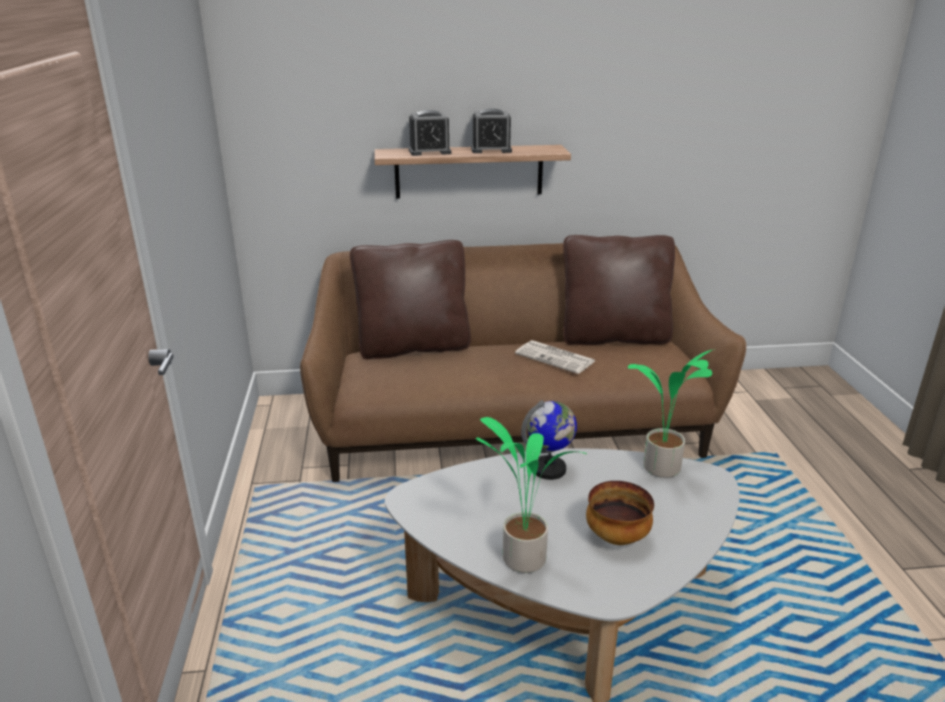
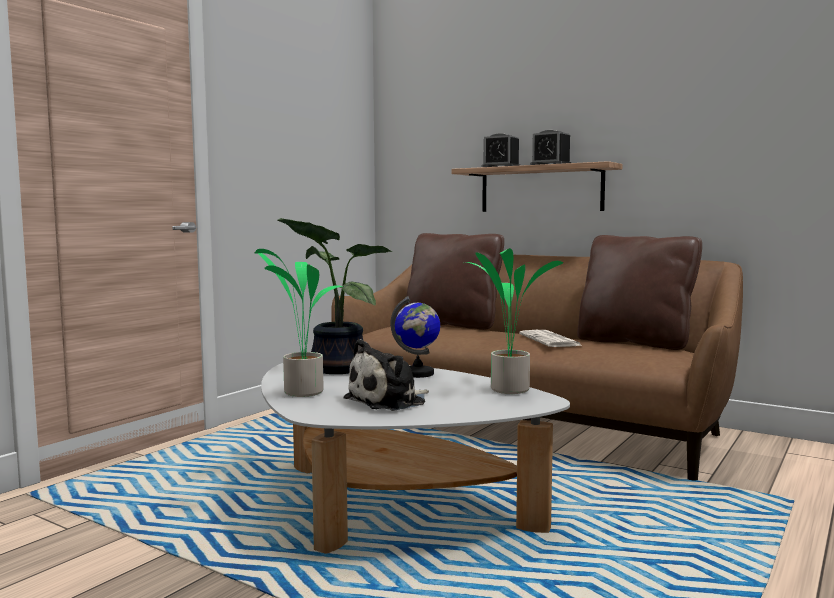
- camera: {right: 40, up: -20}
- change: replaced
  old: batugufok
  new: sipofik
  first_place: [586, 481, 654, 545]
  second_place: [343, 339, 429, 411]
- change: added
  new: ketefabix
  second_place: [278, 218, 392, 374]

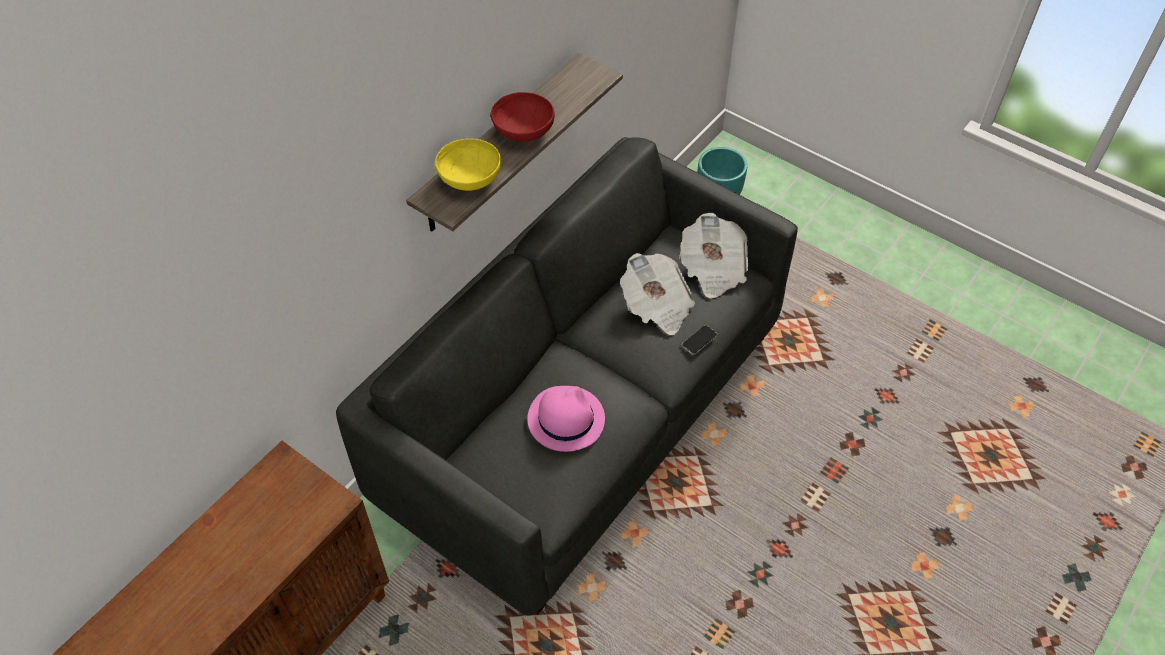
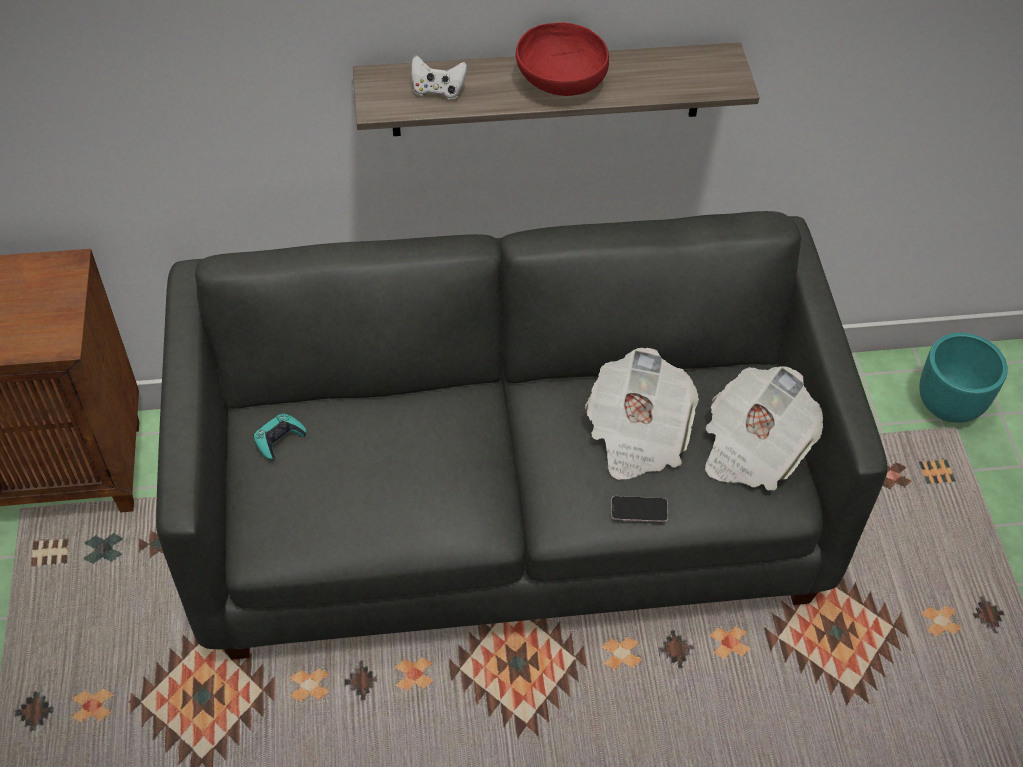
- camera: {right: 45, up: 0}
- change: replaced
  old: yellow batugufok
  new: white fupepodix
  first_place: [435, 139, 501, 191]
  second_place: [411, 55, 467, 100]
- change: removed
  old: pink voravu
  first_place: [527, 386, 605, 452]
- change: added
  new: turquoise fupepodix
  second_place: [253, 413, 307, 460]

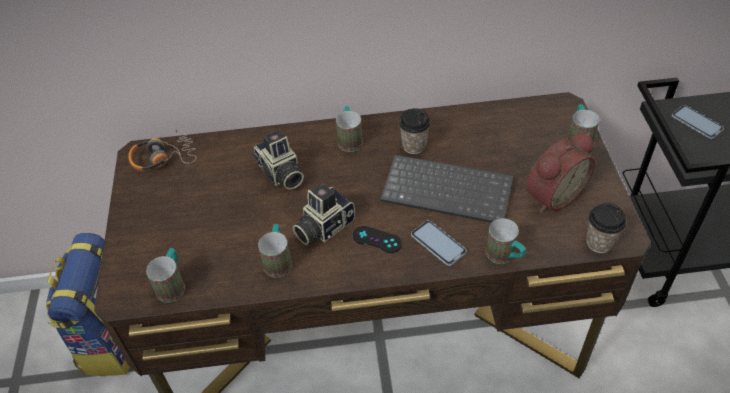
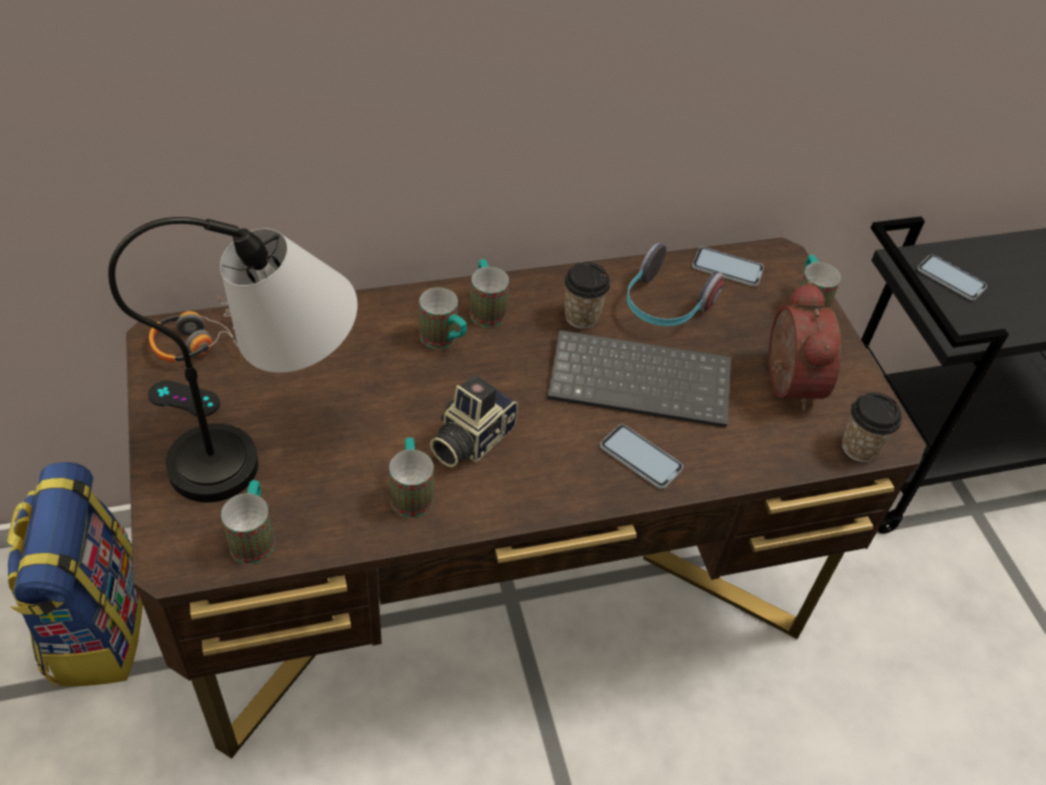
- camera: {right: -15, up: 0}
- change: removed
  old: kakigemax
  first_place: [253, 130, 304, 190]
- change: moved
  old: black fupepodix
  first_place: [353, 226, 402, 253]
  second_place: [148, 380, 220, 416]
- change: moved
  old: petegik
  first_place: [486, 218, 526, 264]
  second_place: [419, 287, 467, 349]
- change: turned
  old: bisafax
  first_place: [526, 132, 595, 213]
  second_place: [768, 281, 841, 411]
  degrees: -45
- change: added
  new: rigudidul
  second_place: [108, 217, 357, 503]
- change: added
  new: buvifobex
  second_place: [627, 243, 724, 326]
- change: added
  new: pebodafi
  second_place: [692, 247, 764, 287]

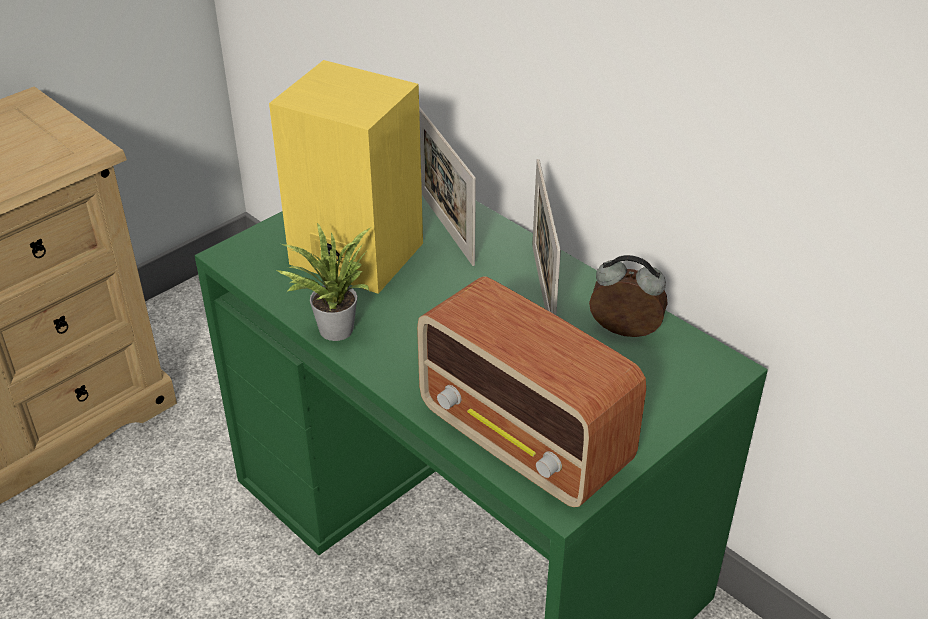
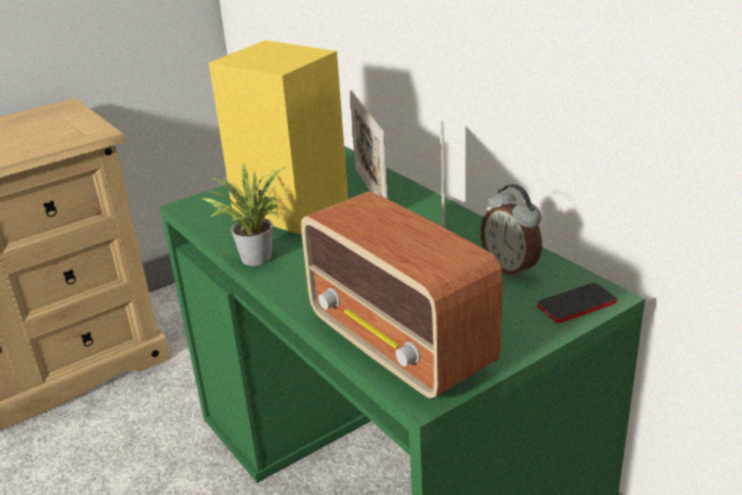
- camera: {right: 10, up: -10}
- change: turned
  old: bisafax
  first_place: [589, 255, 668, 337]
  second_place: [481, 184, 542, 279]
  degrees: -150
- change: added
  new: pebodafi
  second_place: [537, 283, 617, 323]

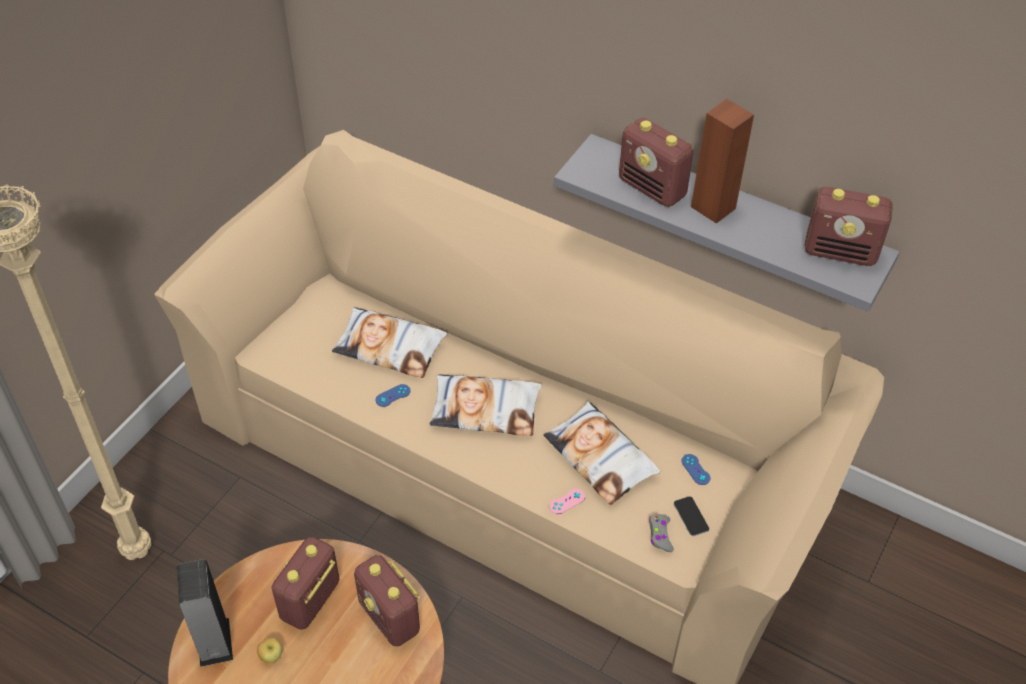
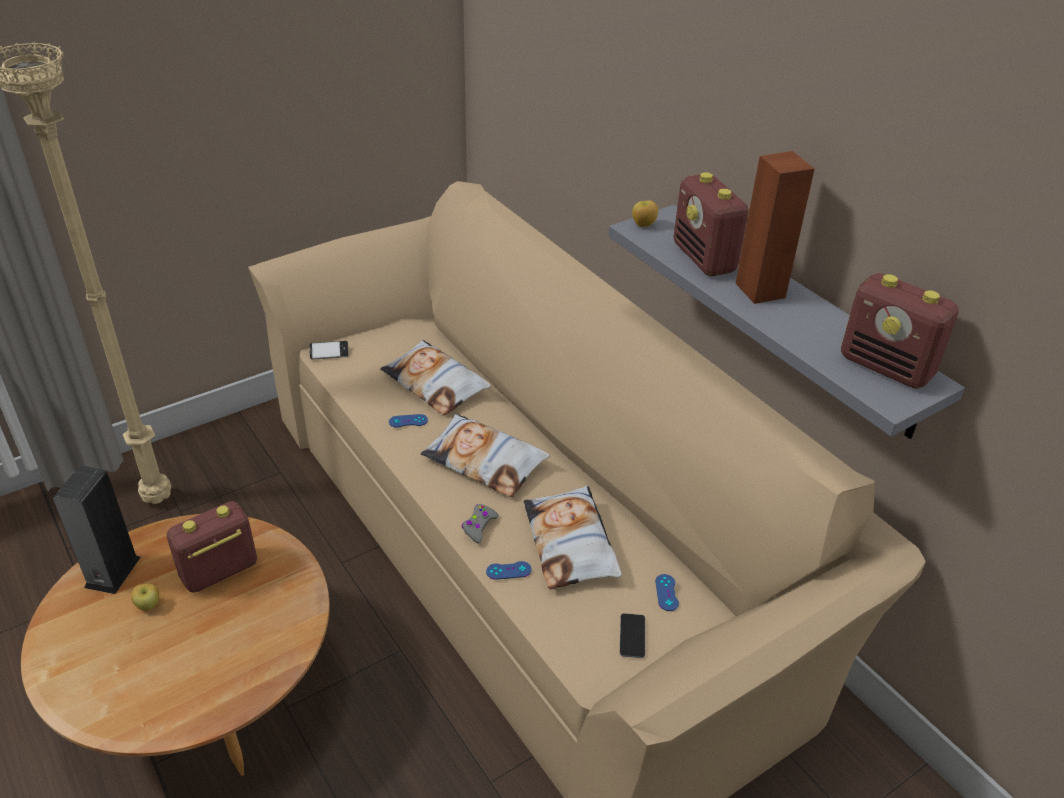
- camera: {right: 25, up: -10}
- change: removed
  old: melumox
  first_place: [354, 555, 421, 647]
- change: recoloured
  old: pink fupepodix
  new: blue fupepodix
  first_place: [549, 489, 585, 514]
  second_place: [486, 561, 531, 580]
- change: moved
  old: grey fupepodix
  first_place: [649, 514, 674, 552]
  second_place: [462, 504, 499, 544]
- change: added
  new: pebodafi
  second_place: [309, 341, 349, 360]
- change: added
  new: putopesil
  second_place: [632, 200, 658, 227]

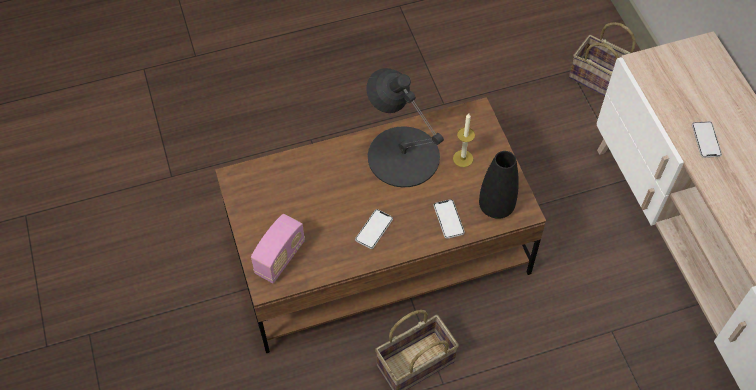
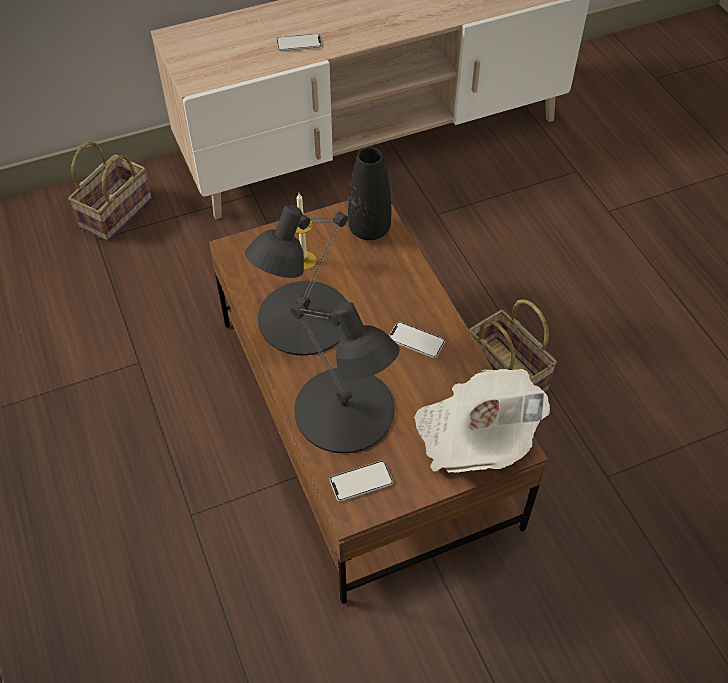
- camera: {right: -95, up: -5}
- change: replaced
  old: melumox
  new: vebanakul
  first_place: [251, 214, 305, 283]
  second_place: [414, 369, 550, 473]
- change: moved
  old: pebodafi
  first_place: [433, 199, 465, 239]
  second_place: [329, 461, 393, 502]
- change: added
  new: black rigudidul
  second_place: [290, 302, 400, 454]

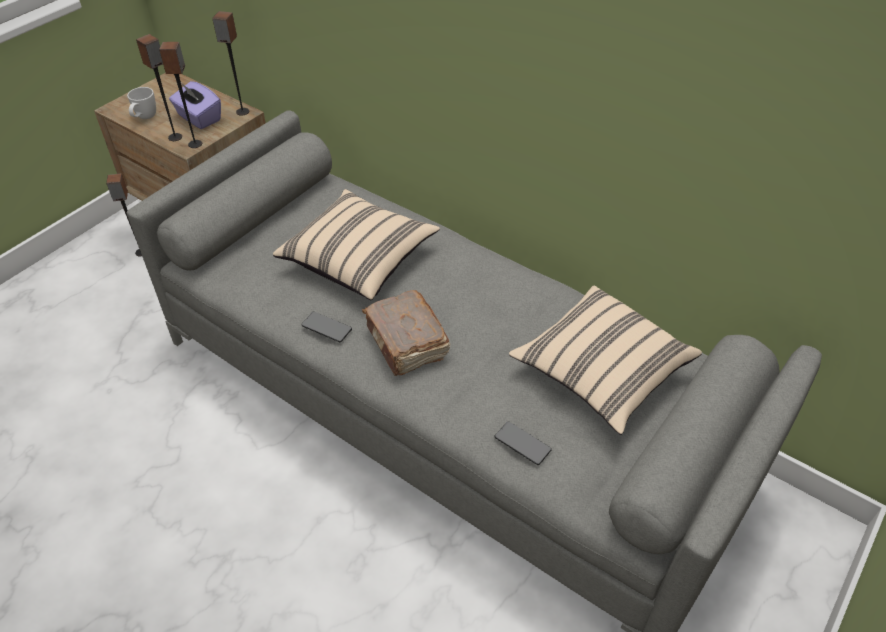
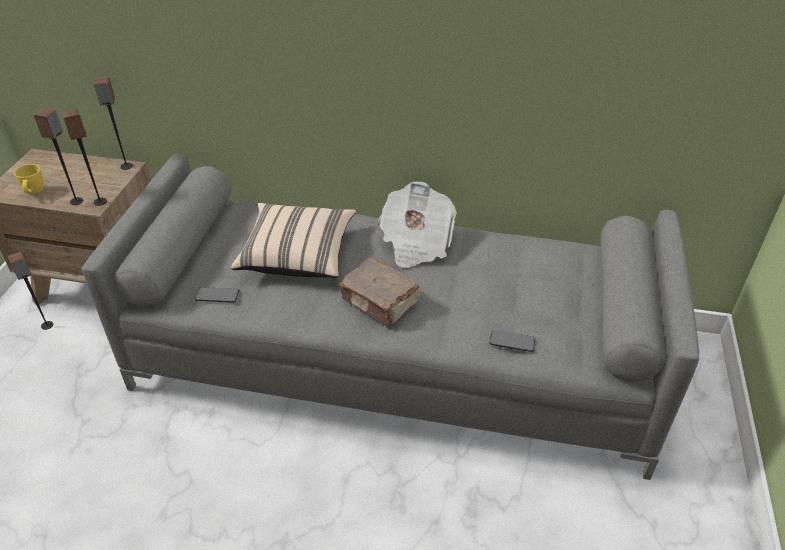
- camera: {right: -25, up: -5}
- change: recoloured
  old: white petegik
  new: yellow petegik
  first_place: [127, 87, 156, 119]
  second_place: [14, 164, 44, 194]
- change: removed
  old: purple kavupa
  first_place: [169, 81, 221, 129]
- change: moved
  old: pebodafi
  first_place: [301, 312, 352, 342]
  second_place: [195, 287, 239, 303]
- change: removed
  old: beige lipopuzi
  first_place: [509, 286, 702, 435]
- change: added
  new: vebanakul
  second_place: [378, 181, 457, 268]

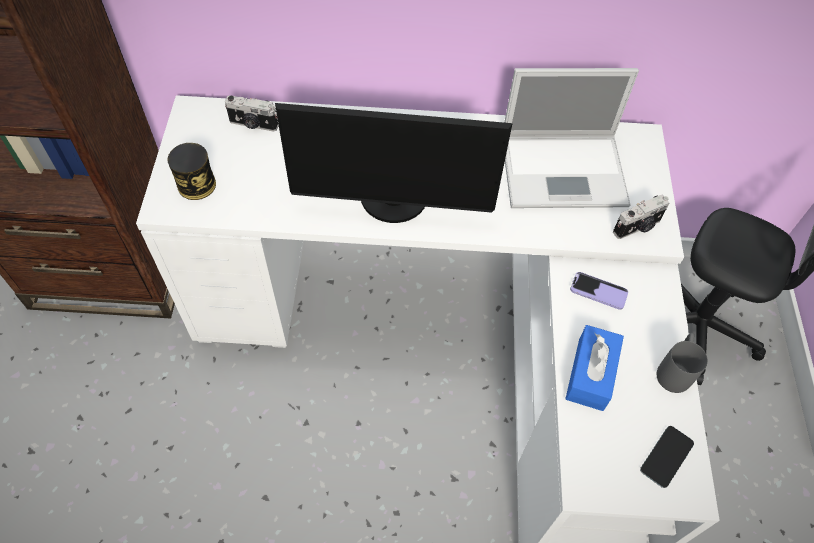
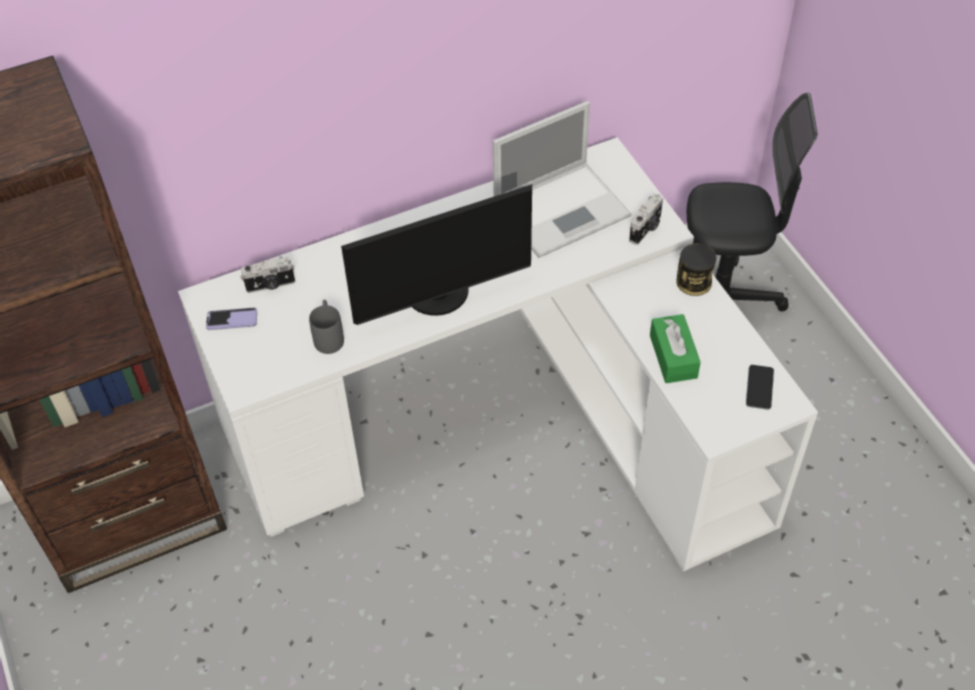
- camera: {right: -25, up: -5}
- change: moved
  old: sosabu
  first_place: [168, 143, 216, 200]
  second_place: [676, 243, 717, 296]
- change: recoloured
  old: blue kavupa
  new: green kavupa
  first_place: [565, 325, 624, 411]
  second_place: [650, 314, 701, 383]
- change: moved
  old: pebodafi
  first_place: [570, 272, 628, 310]
  second_place: [206, 308, 257, 330]
- change: moved
  old: grey petegik
  first_place: [656, 333, 708, 393]
  second_place: [309, 300, 344, 354]

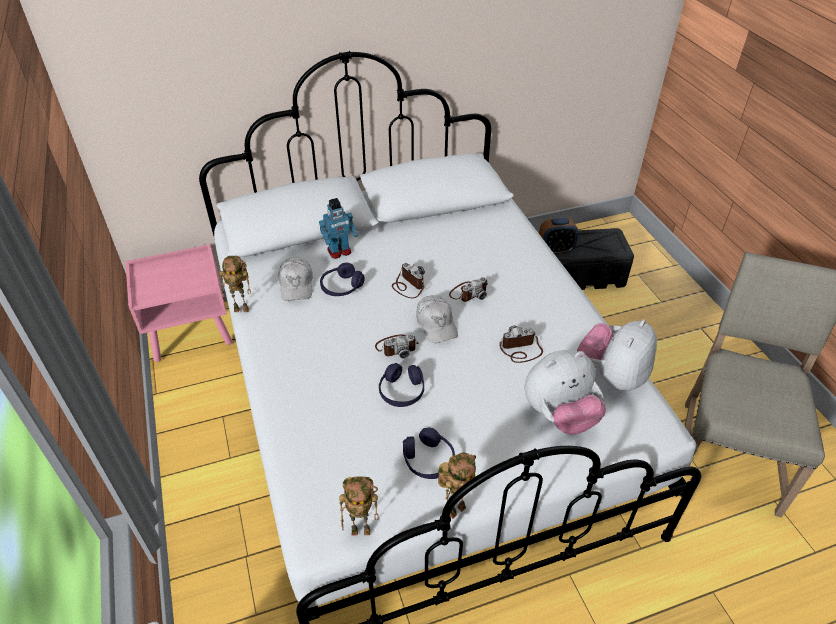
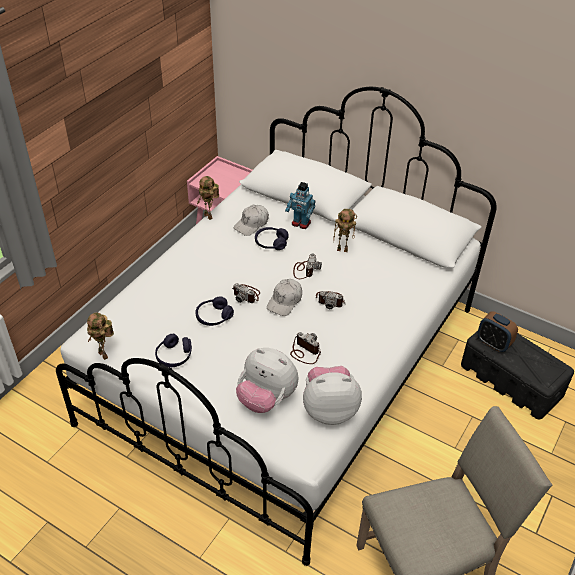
- camera: {right: 50, up: 0}
- change: moved
  old: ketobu
  first_place: [438, 453, 476, 519]
  second_place: [333, 209, 357, 252]

